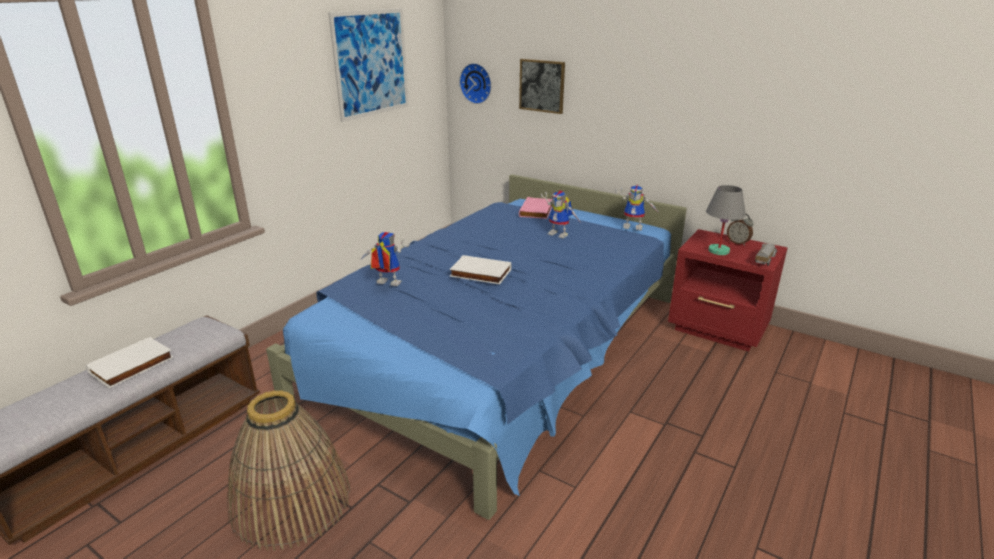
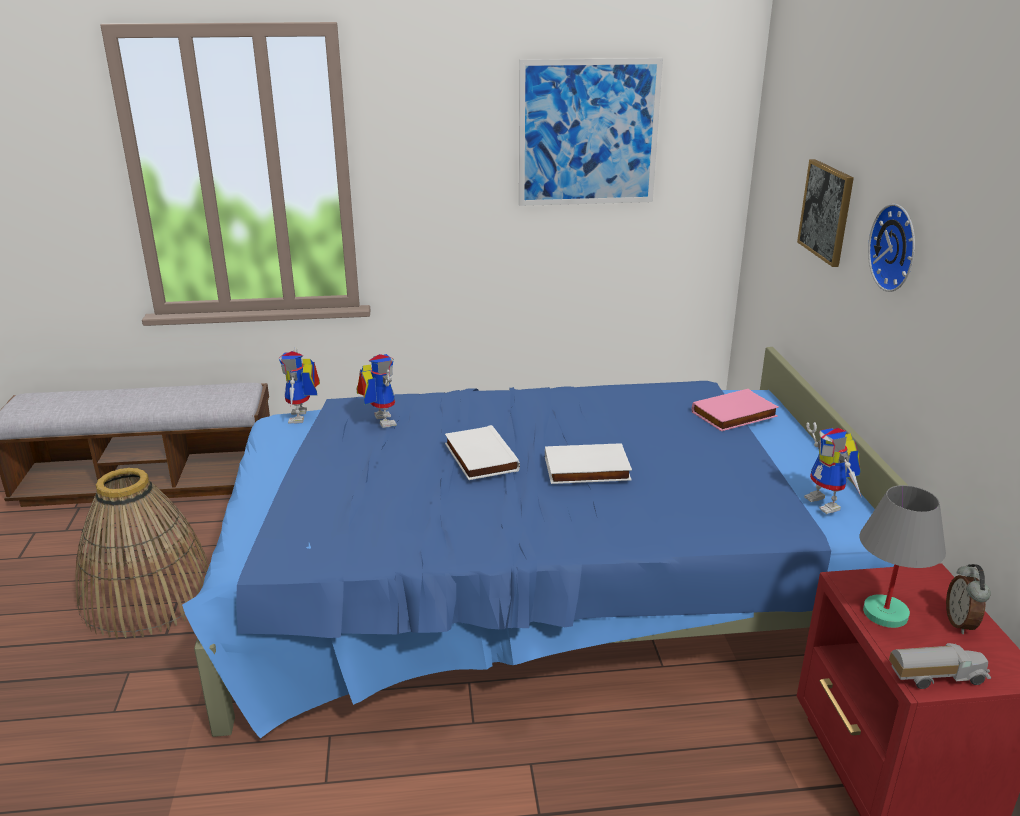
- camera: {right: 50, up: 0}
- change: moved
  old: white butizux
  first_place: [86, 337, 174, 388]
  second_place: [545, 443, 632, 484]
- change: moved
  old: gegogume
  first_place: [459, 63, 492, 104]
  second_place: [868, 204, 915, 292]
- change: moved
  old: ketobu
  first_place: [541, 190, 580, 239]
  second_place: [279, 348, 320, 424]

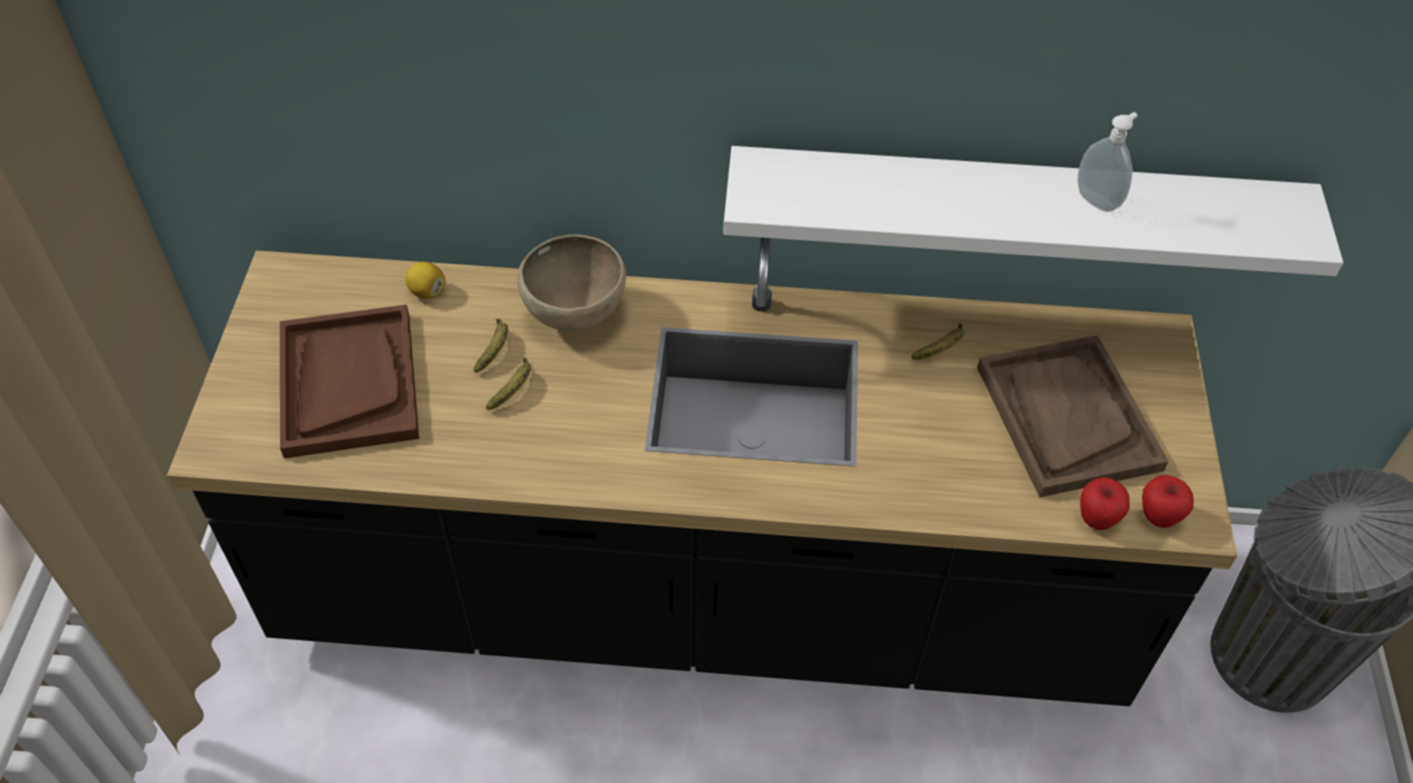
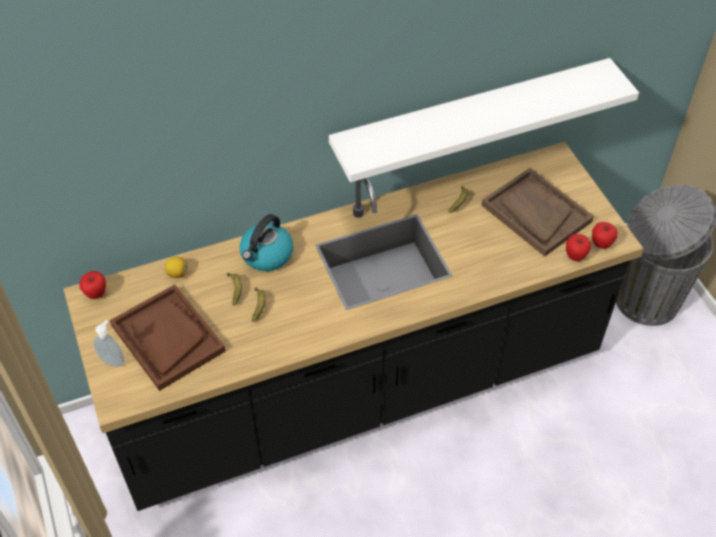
- camera: {right: -25, up: 0}
- change: replaced
  old: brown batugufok
  new: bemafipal
  first_place: [517, 234, 626, 331]
  second_place: [240, 214, 293, 271]
- change: moved
  old: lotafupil
  first_place: [1077, 112, 1137, 212]
  second_place: [93, 320, 125, 367]
- change: added
  new: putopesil
  second_place: [79, 271, 106, 299]

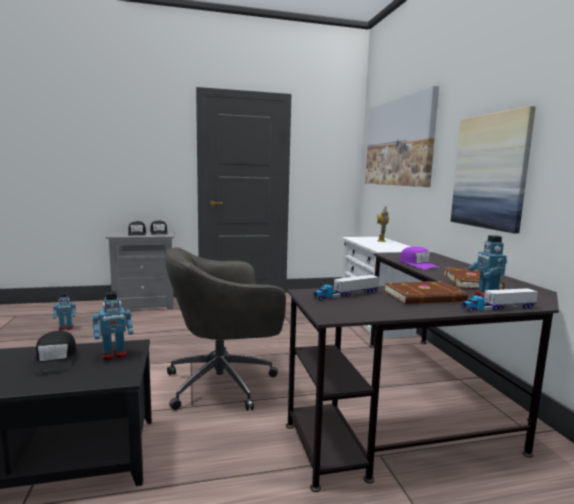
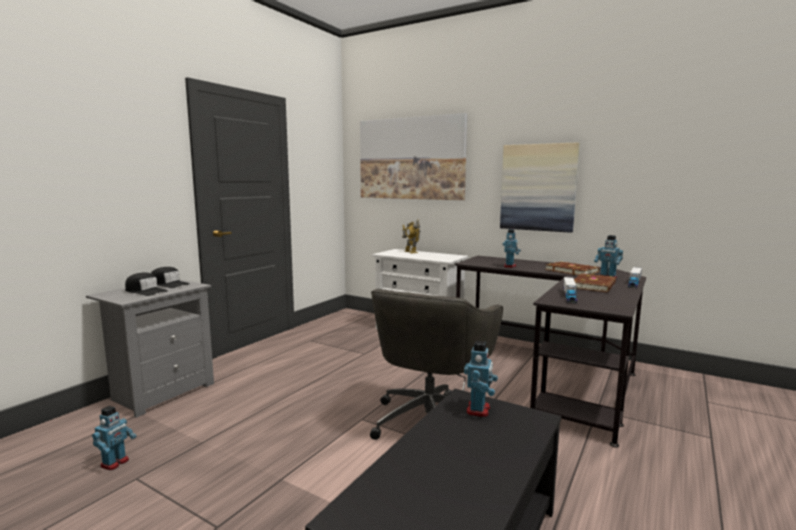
- camera: {right: -45, up: 0}
- change: removed
  old: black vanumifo
  first_place: [31, 331, 77, 375]
- change: replaced
  old: purple vanumifo
  new: ketobu
  first_place: [400, 246, 439, 269]
  second_place: [503, 229, 521, 268]

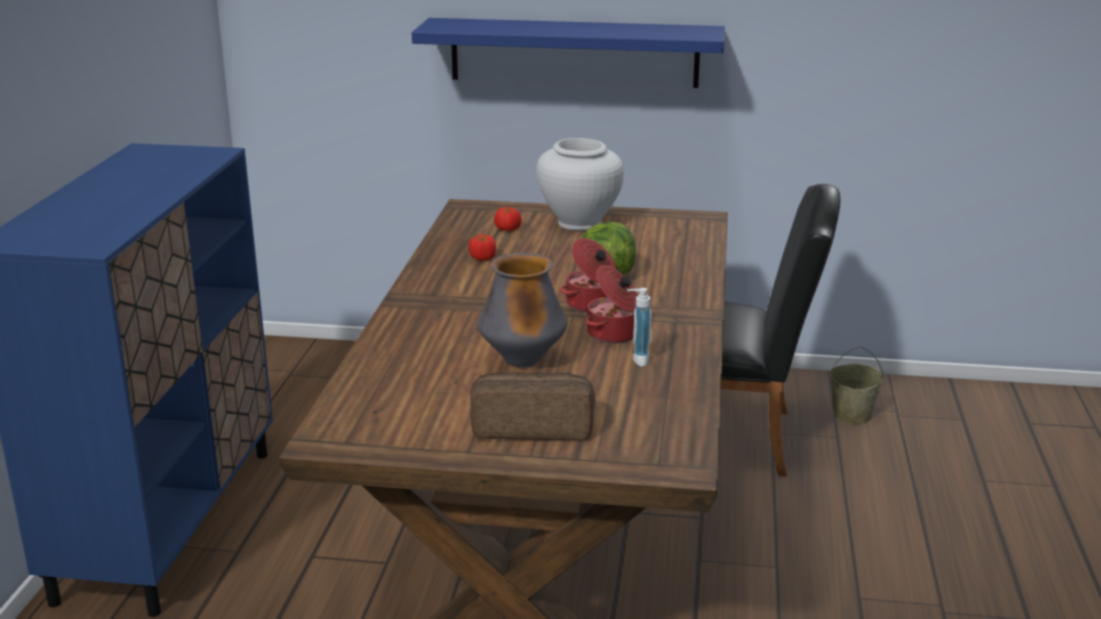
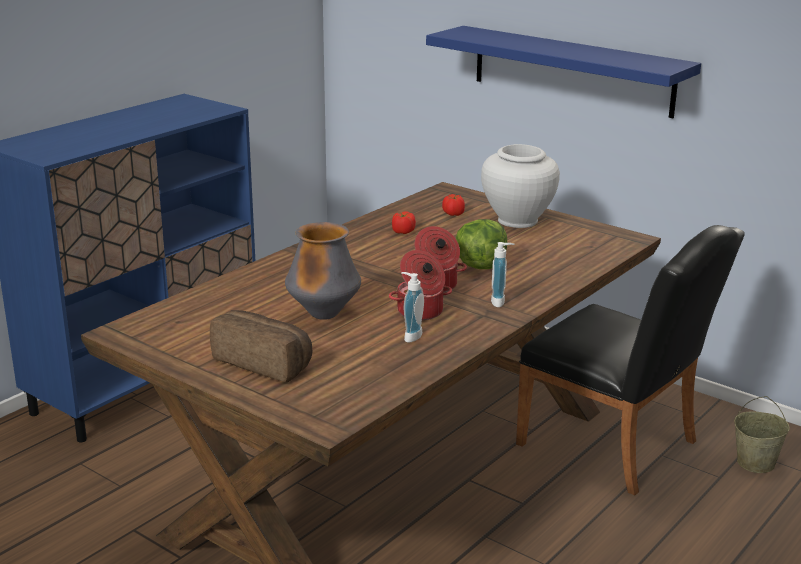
- camera: {right: 30, up: 0}
- change: added
  new: lotafupil
  second_place: [491, 242, 514, 307]

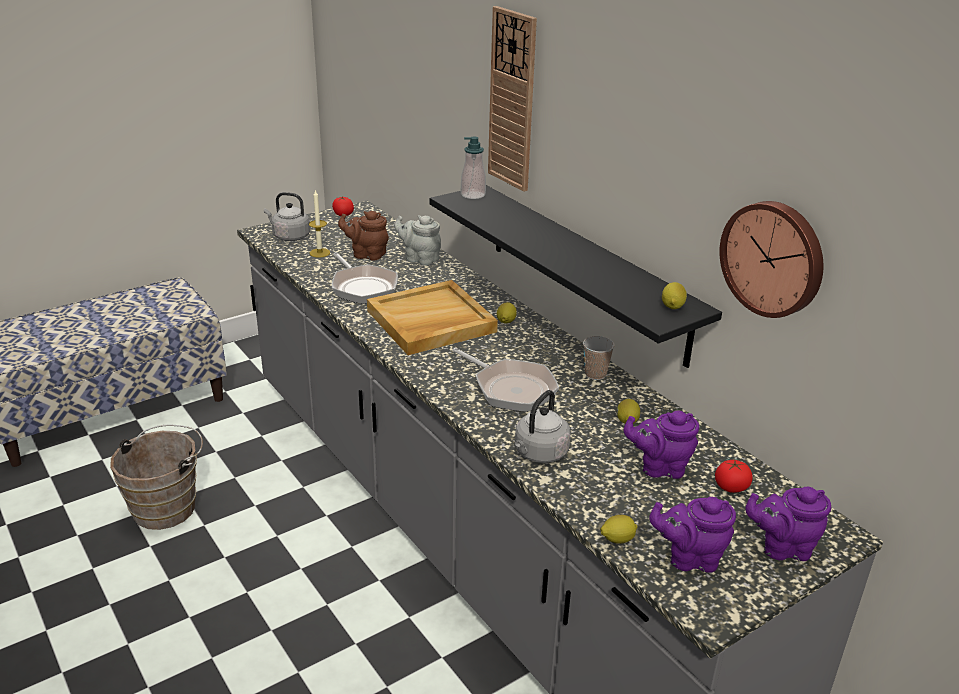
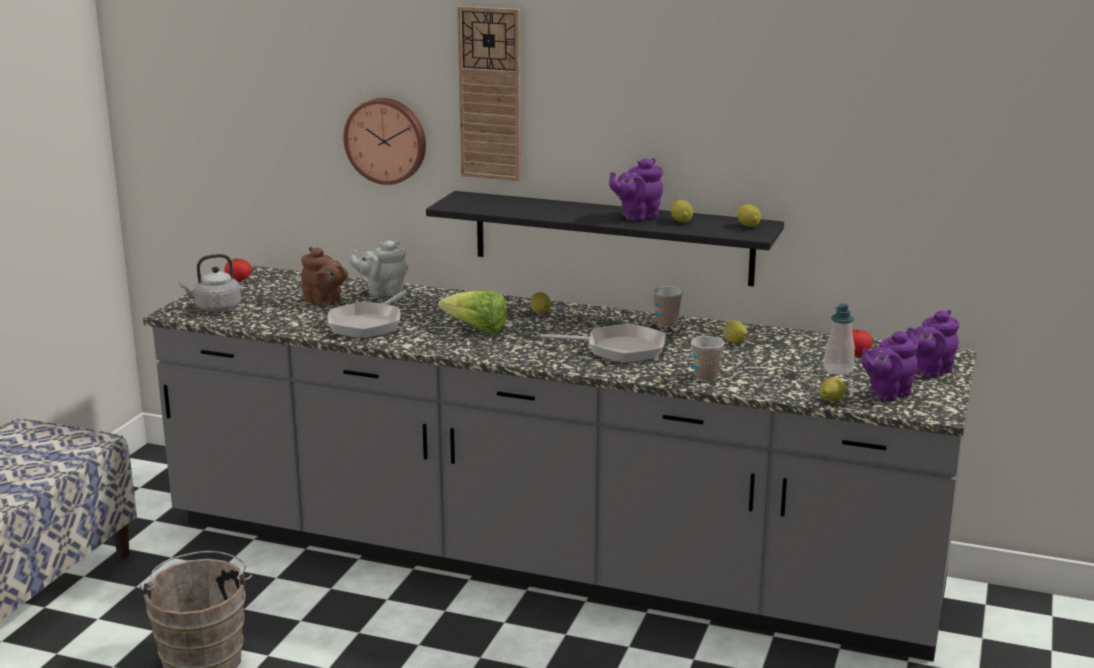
- camera: {right: -35, up: -10}
- change: removed
  old: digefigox
  first_place: [309, 190, 330, 258]
- change: turned
  old: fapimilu
  first_place: [332, 252, 398, 304]
  second_place: [327, 290, 407, 339]
  degrees: 90
- change: turned
  old: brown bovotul
  first_place: [338, 211, 389, 261]
  second_place: [301, 247, 348, 306]
  degrees: -120
- change: replaced
  old: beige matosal
  new: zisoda
  first_place: [367, 280, 498, 355]
  second_place: [438, 290, 507, 334]
- change: moved
  old: lotafupil
  first_place: [461, 137, 486, 199]
  second_place: [824, 304, 855, 375]
- change: replaced
  old: grey bemafipal
  new: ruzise
  first_place: [515, 390, 571, 463]
  second_place: [691, 336, 724, 382]
- change: moved
  old: purple bovotul
  first_place: [624, 410, 699, 479]
  second_place: [609, 158, 663, 221]
- change: moved
  old: gegogume
  first_place: [719, 201, 823, 318]
  second_place: [343, 98, 426, 185]
- change: added
  new: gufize
  second_place: [671, 200, 693, 223]

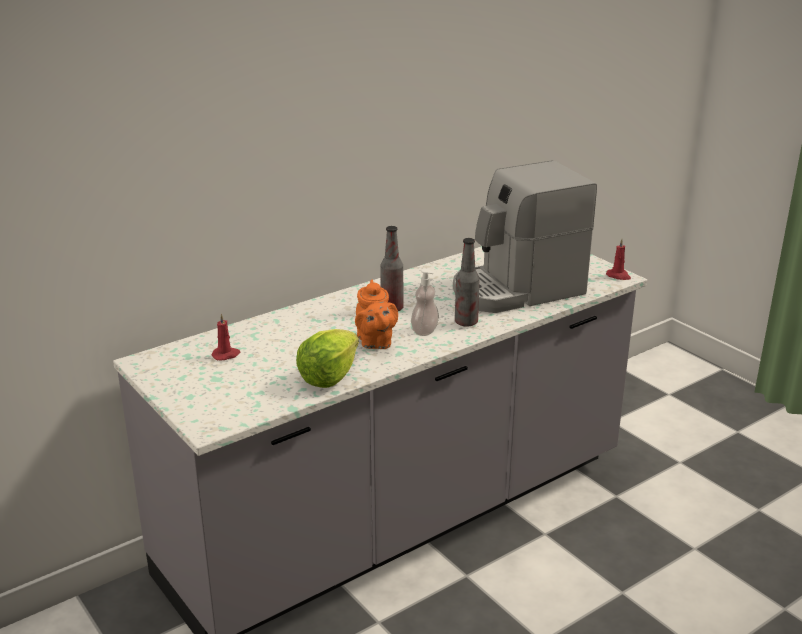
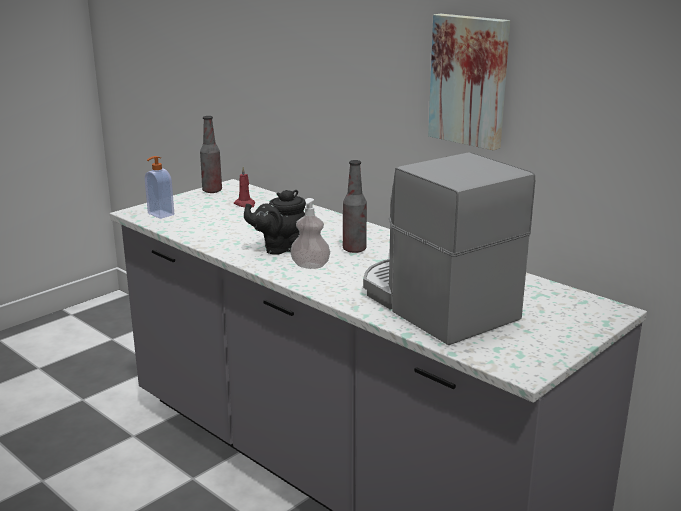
- camera: {right: 80, up: -5}
- change: removed
  old: zisoda
  first_place: [296, 329, 359, 388]
- change: recoloured
  old: orange bovotul
  new: black bovotul
  first_place: [355, 280, 398, 349]
  second_place: [244, 190, 306, 255]
- change: moved
  old: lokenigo
  first_place: [455, 238, 479, 327]
  second_place: [200, 116, 222, 193]
- change: removed
  old: red digefigox
  first_place: [606, 239, 631, 280]
- change: added
  new: lotafupil
  second_place: [145, 156, 174, 219]
- change: added
  new: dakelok
  second_place: [428, 14, 510, 151]

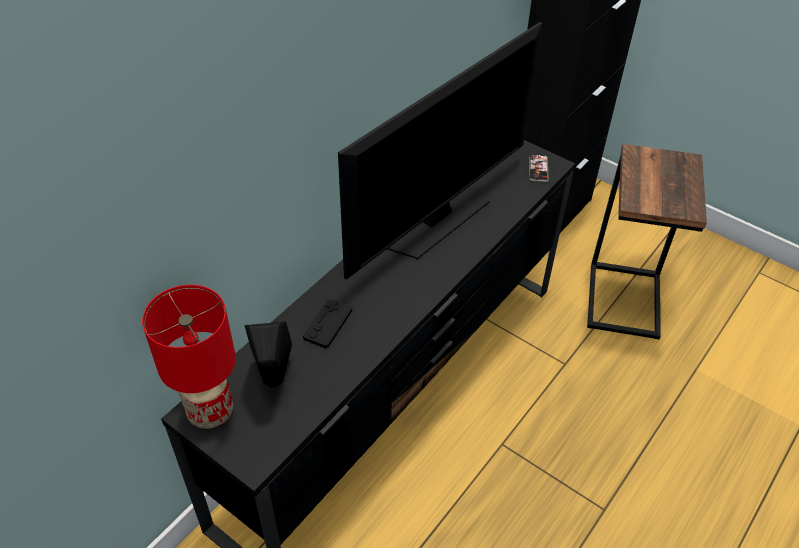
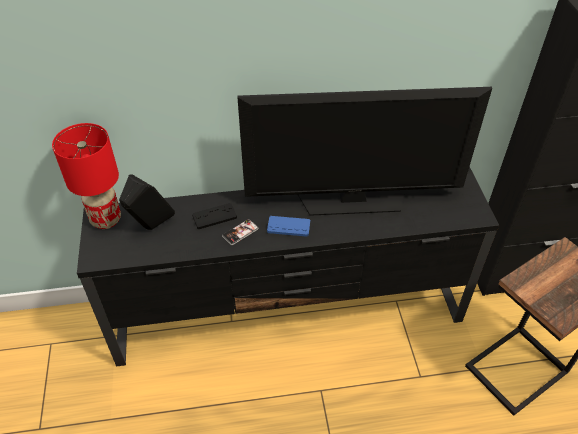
- camera: {right: 45, up: 0}
- change: moved
  old: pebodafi
  first_place: [529, 155, 549, 182]
  second_place: [222, 219, 258, 245]
- change: added
  new: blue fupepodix
  second_place: [267, 216, 310, 237]

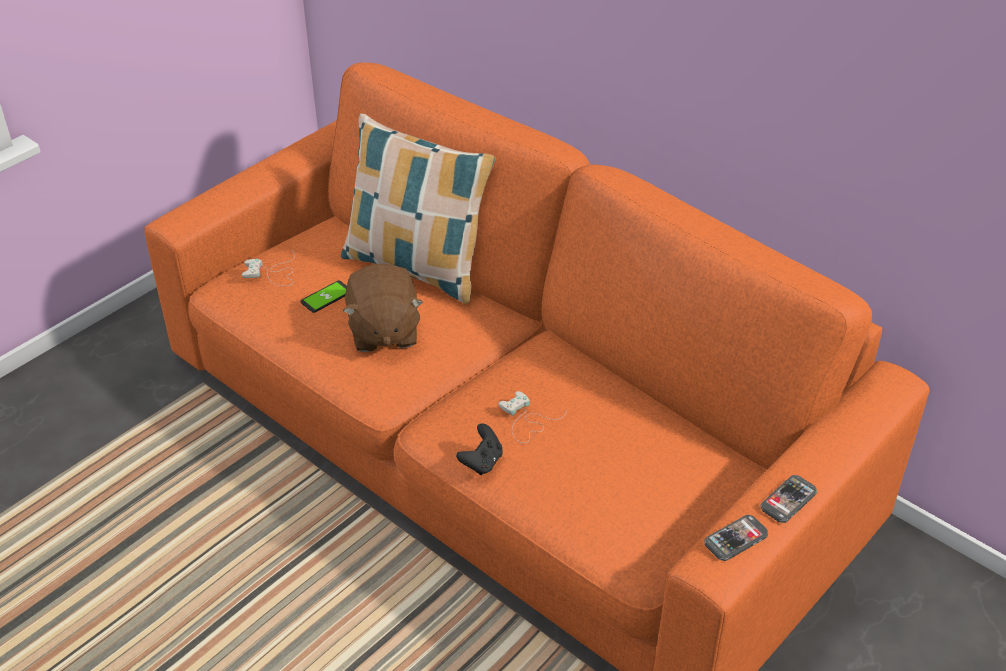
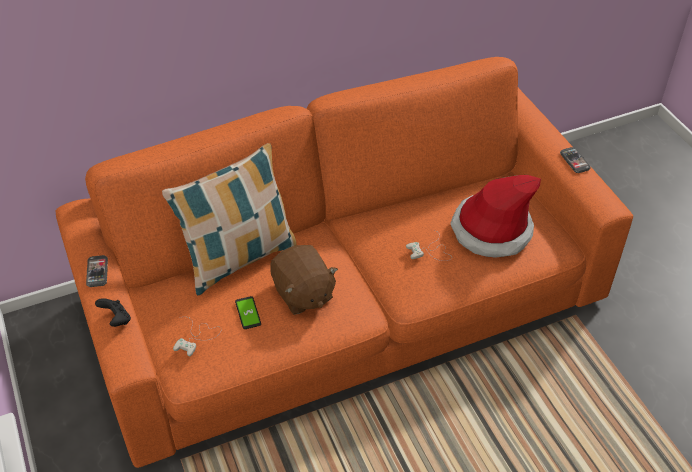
- camera: {right: -65, up: 5}
- change: turned
  old: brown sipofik
  first_place: [343, 264, 423, 352]
  second_place: [270, 245, 338, 315]
  degrees: 45
- change: moved
  old: black fupepodix
  first_place: [456, 423, 503, 475]
  second_place: [95, 298, 131, 327]
- change: moved
  old: pebodafi
  first_place: [705, 515, 768, 561]
  second_place: [86, 255, 108, 287]
- change: added
  new: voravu
  second_place: [450, 175, 541, 258]

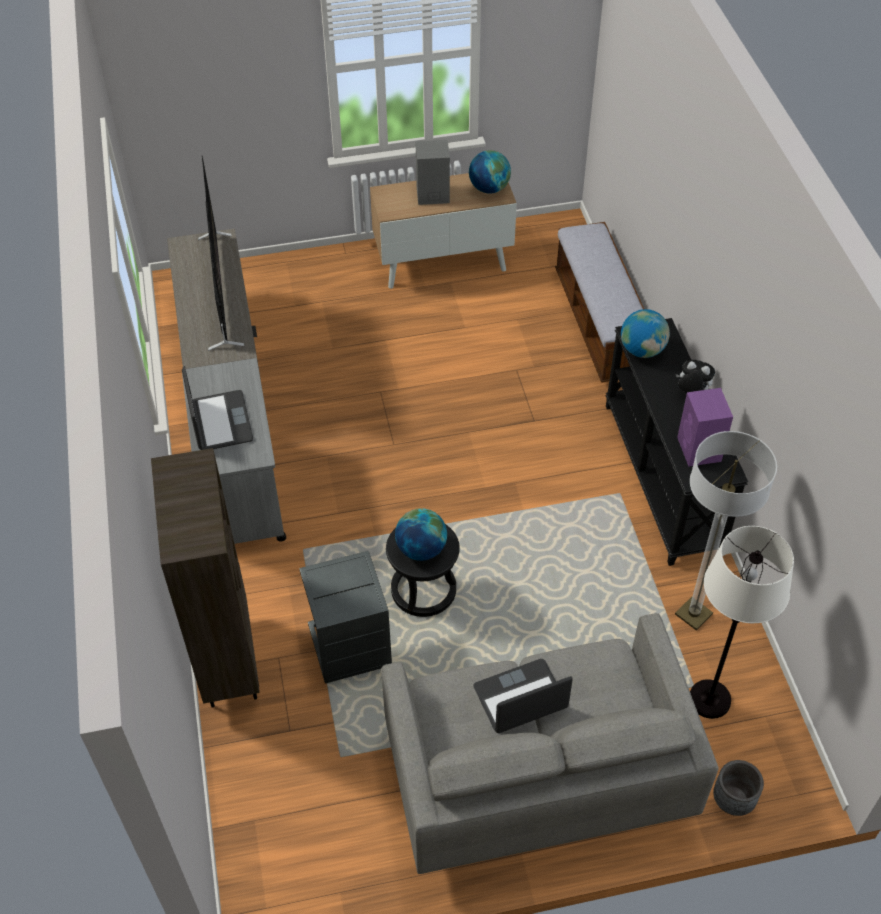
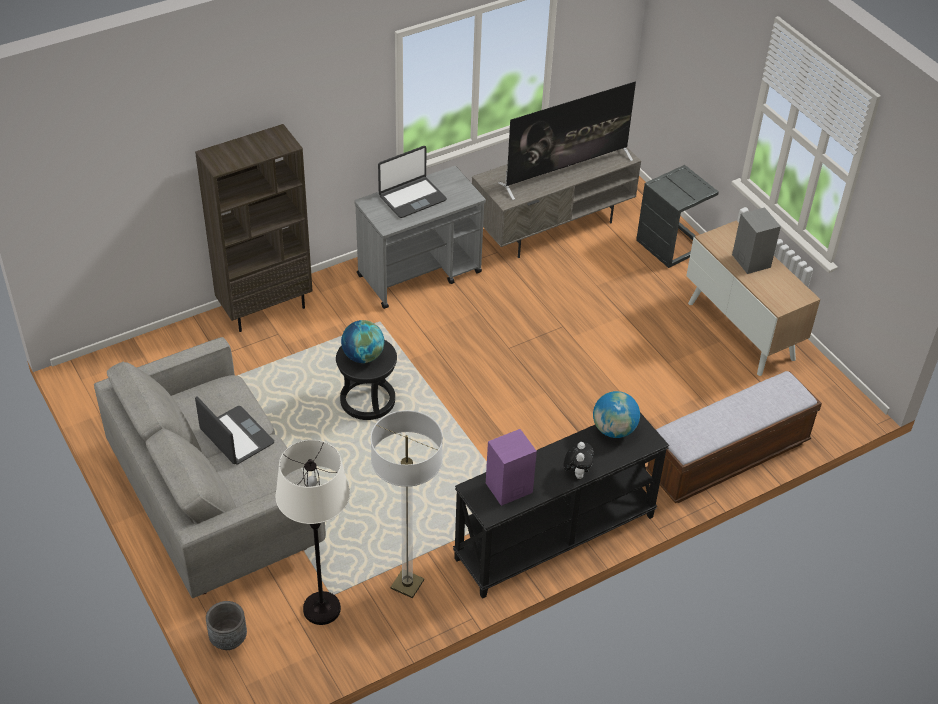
- camera: {right: 70, up: -5}
- change: moved
  old: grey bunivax
  first_place: [299, 551, 392, 684]
  second_place: [636, 165, 719, 268]
- change: removed
  old: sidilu
  first_place: [469, 150, 511, 194]

